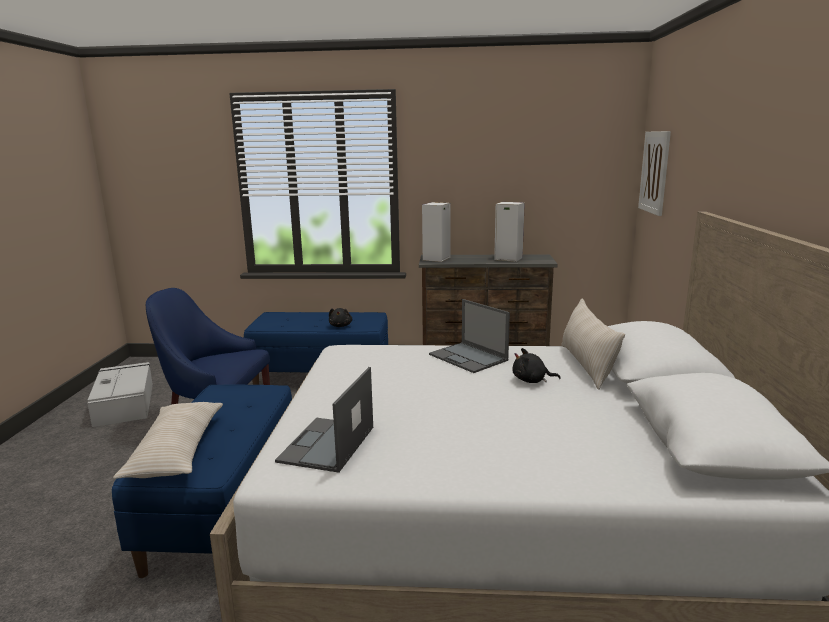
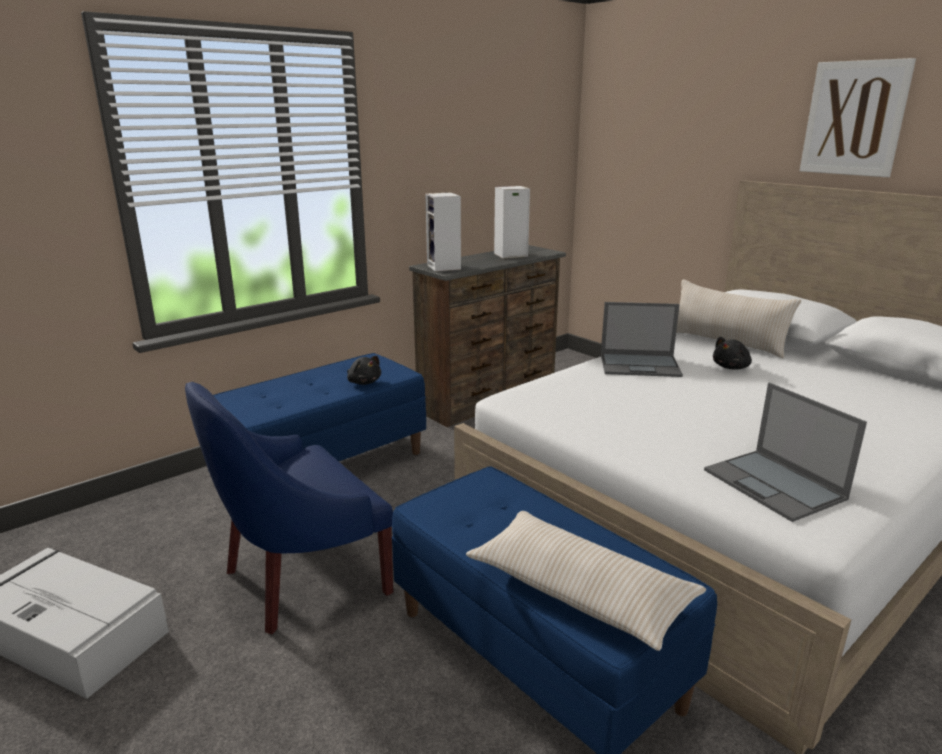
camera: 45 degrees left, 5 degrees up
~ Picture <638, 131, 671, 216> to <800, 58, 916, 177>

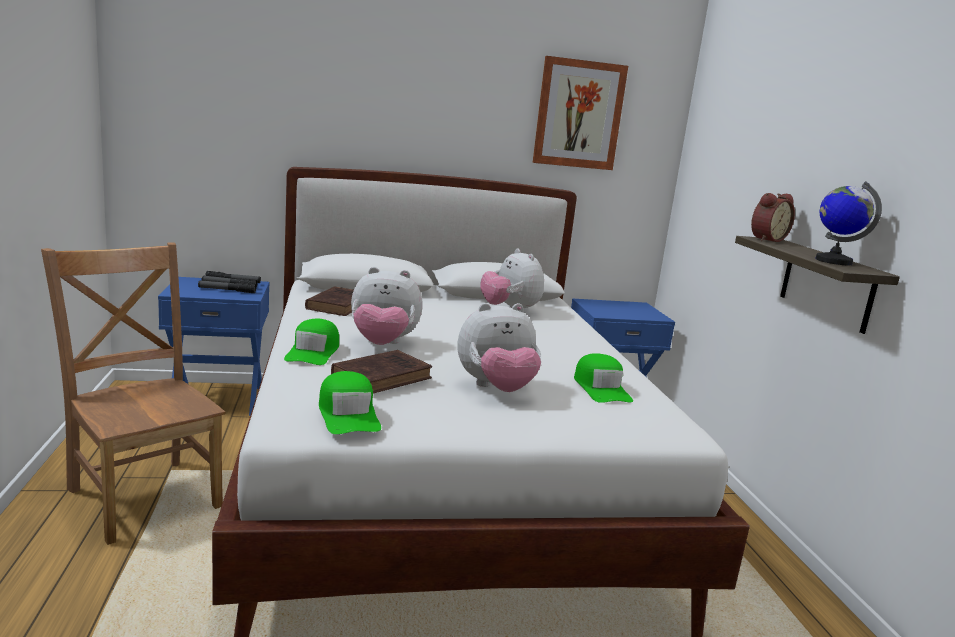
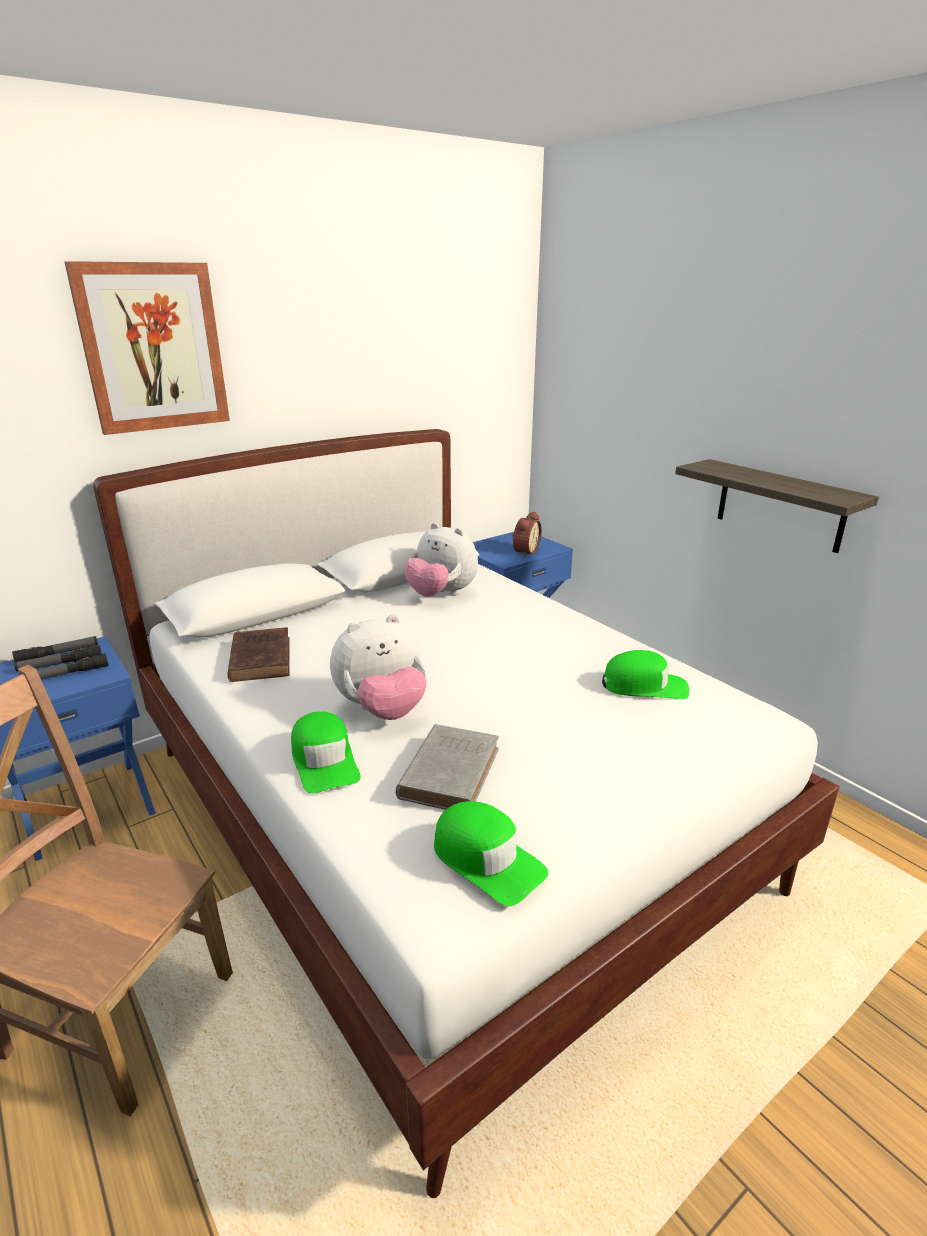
camera: 25 degrees left, 10 degrees up
~ Picture <533, 56, 628, 170> to <64, 261, 230, 435>
~ BrownBook <331, 350, 432, 393> to GreyBook <396, 724, 499, 810>
~ AlarmClock <751, 193, 795, 242> to <512, 512, 542, 557>
~ GreenCap <574, 353, 633, 403> = <602, 650, 689, 699> 45 degrees counterclockwise
- PlushToy <457, 303, 541, 392>
- Globe <816, 181, 882, 265>

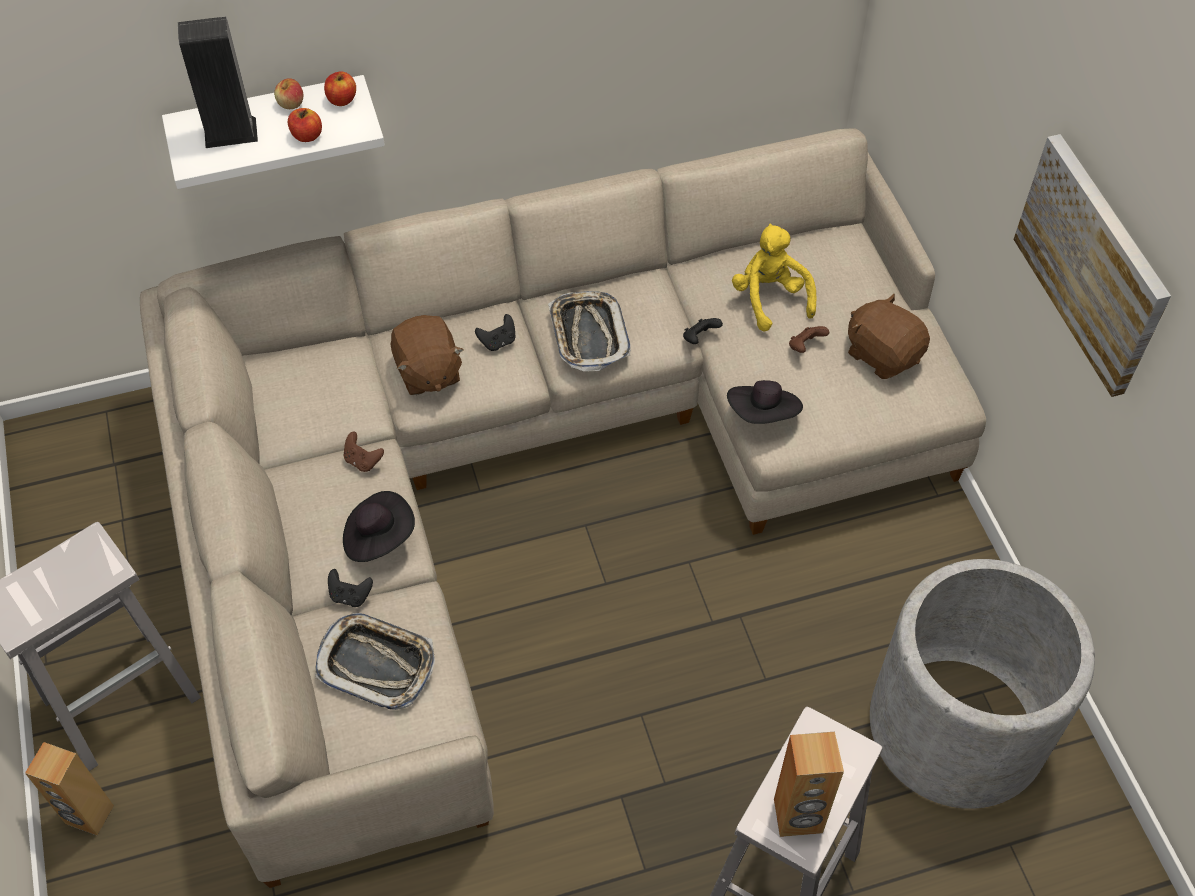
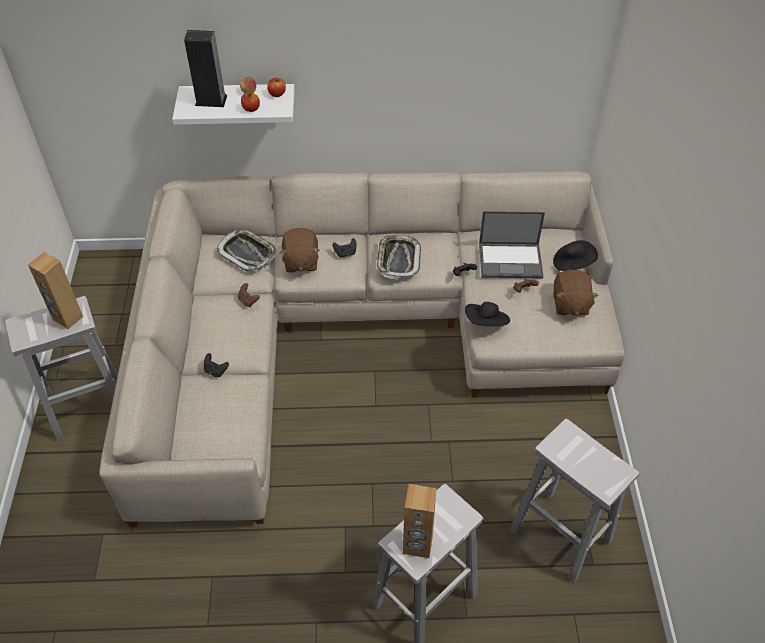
camera: 15 degrees right, 5 degrees down
~ BrownSpeaker <25, 742, 114, 835> to <28, 252, 83, 329>
~ Tray <315, 613, 435, 710> to <216, 229, 277, 272>
~ YellowPlushToy <732, 223, 816, 332> to Laptop <479, 211, 545, 279>
~ GreyPlanter <870, 559, 1095, 809> to WhiteStool <510, 419, 639, 584>
~ BlackHat <343, 491, 415, 562> to <553, 240, 598, 271>
~ BrownPlushToy <848, 294, 930, 379> = <554, 269, 599, 316> 150 degrees counterclockwise
- Picture <1013, 134, 1171, 397>

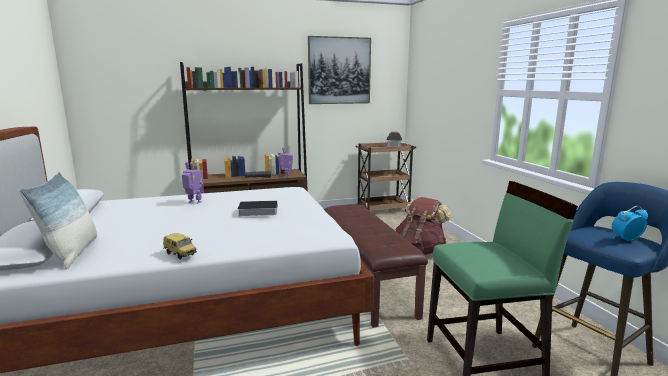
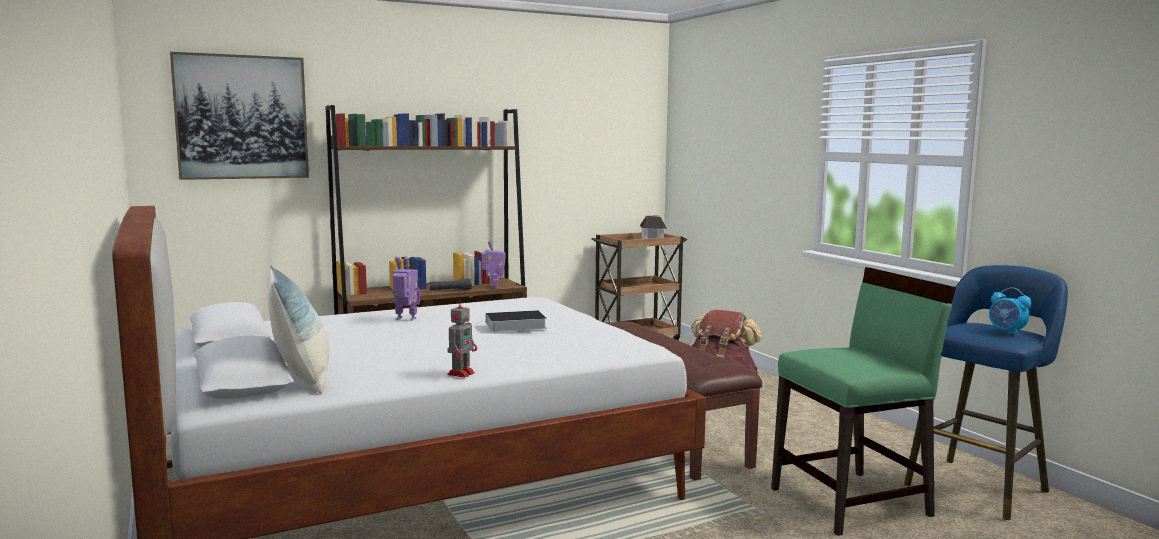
camera: 10 degrees left, 5 degrees down
~ Picture <308, 36, 371, 104> to <170, 52, 309, 180>
~ ToyCar <163, 233, 197, 260> to ToyRobot <447, 299, 477, 378>
~ AlarmClock <612, 206, 648, 241> = <989, 287, 1032, 336> 105 degrees counterclockwise

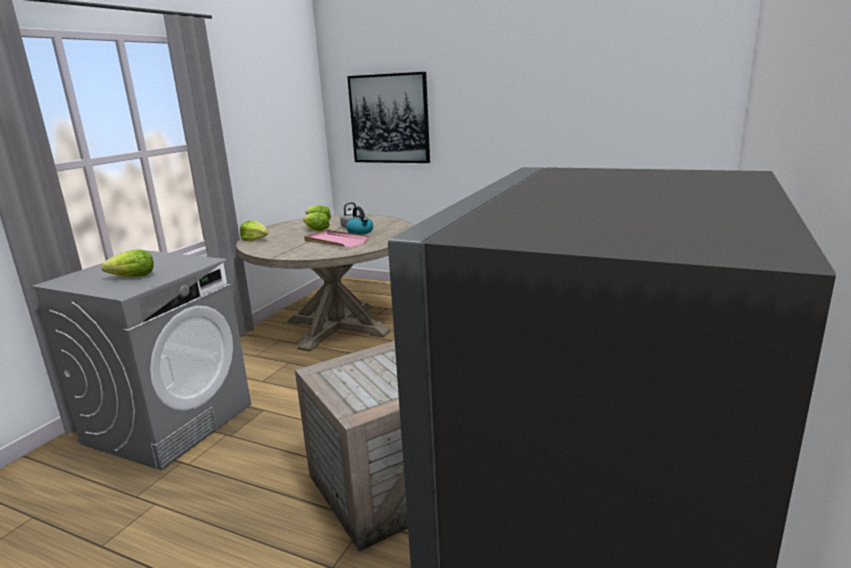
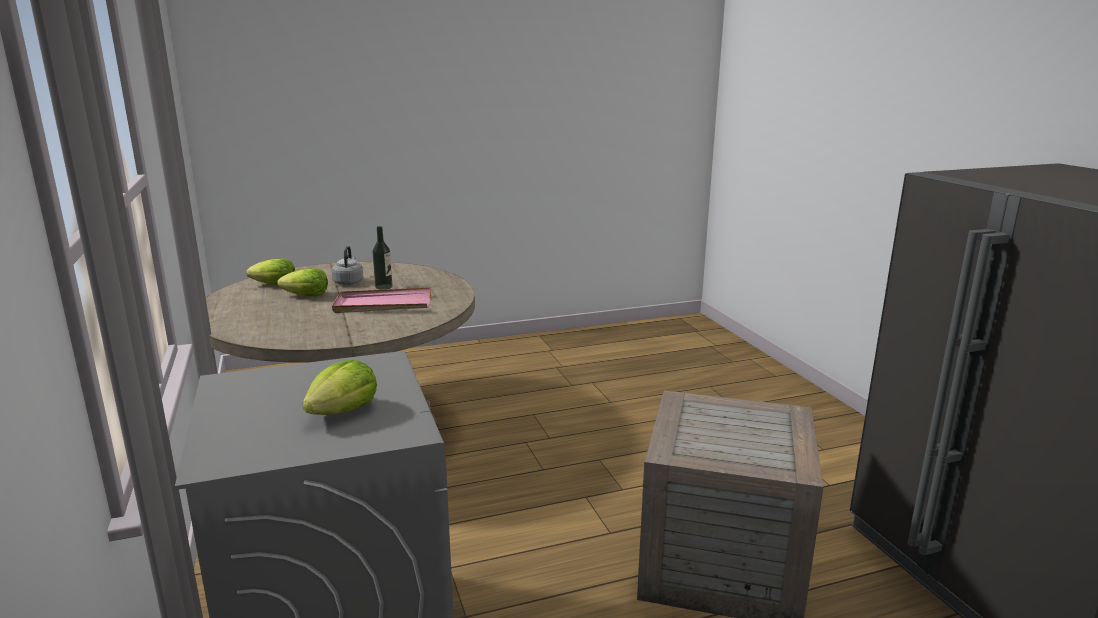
camera: 45 degrees left, 0 degrees up
~ Kettle <346, 206, 373, 235> to Bottle <373, 226, 392, 290>
- Lettuce <240, 221, 269, 241>
- Picture <347, 72, 430, 163>

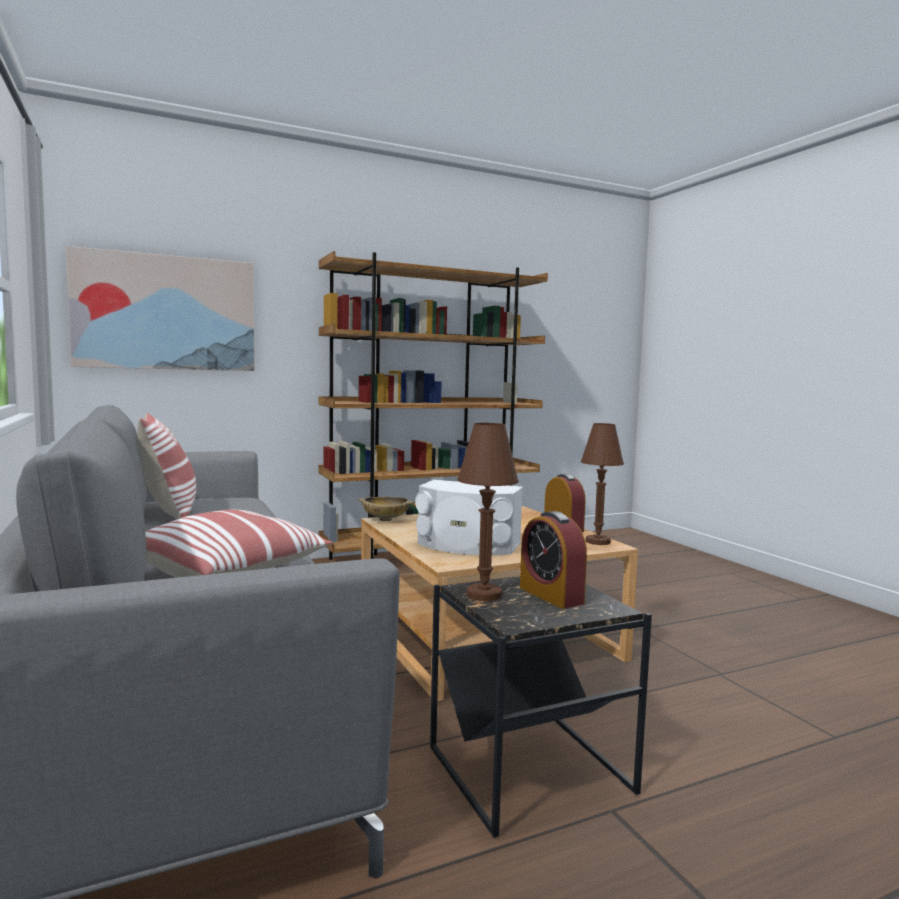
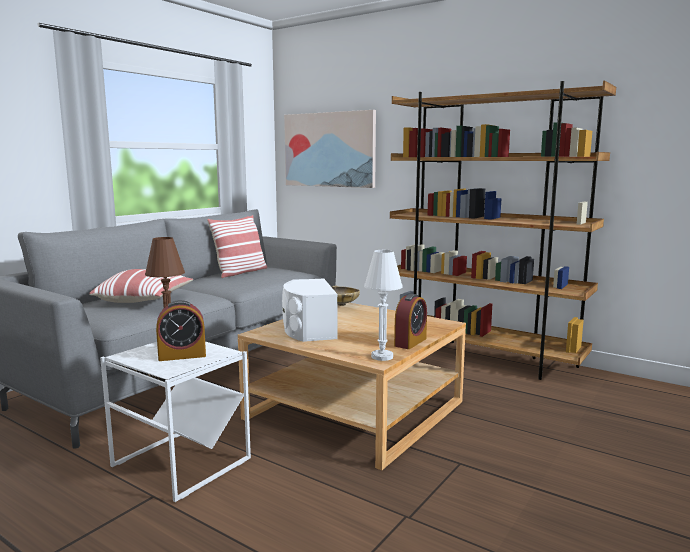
camera: 60 degrees right, 5 degrees up
~ BlackSideTable <430, 576, 652, 838> to WhiteSideTable <100, 342, 251, 502>
~ AlarmClock <520, 511, 587, 609> = <156, 300, 206, 361> 135 degrees counterclockwise
~ BrownTableLamp <581, 423, 624, 545> to WhiteTableLamp <364, 250, 403, 361>

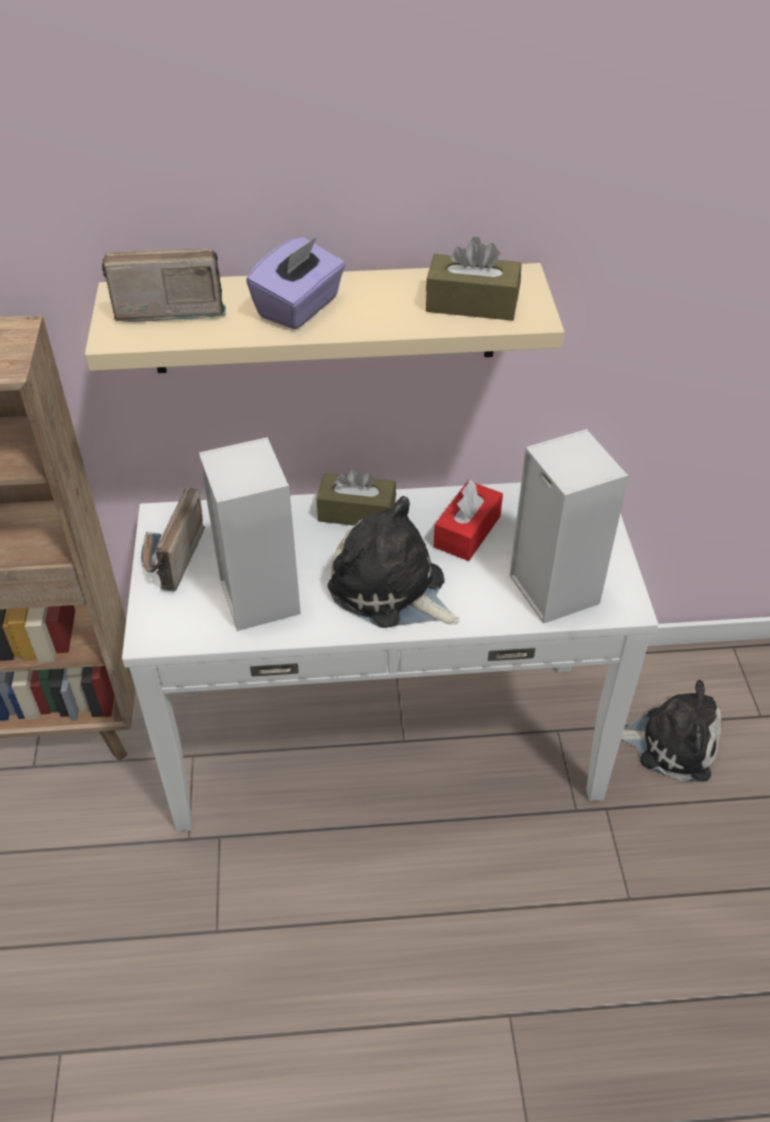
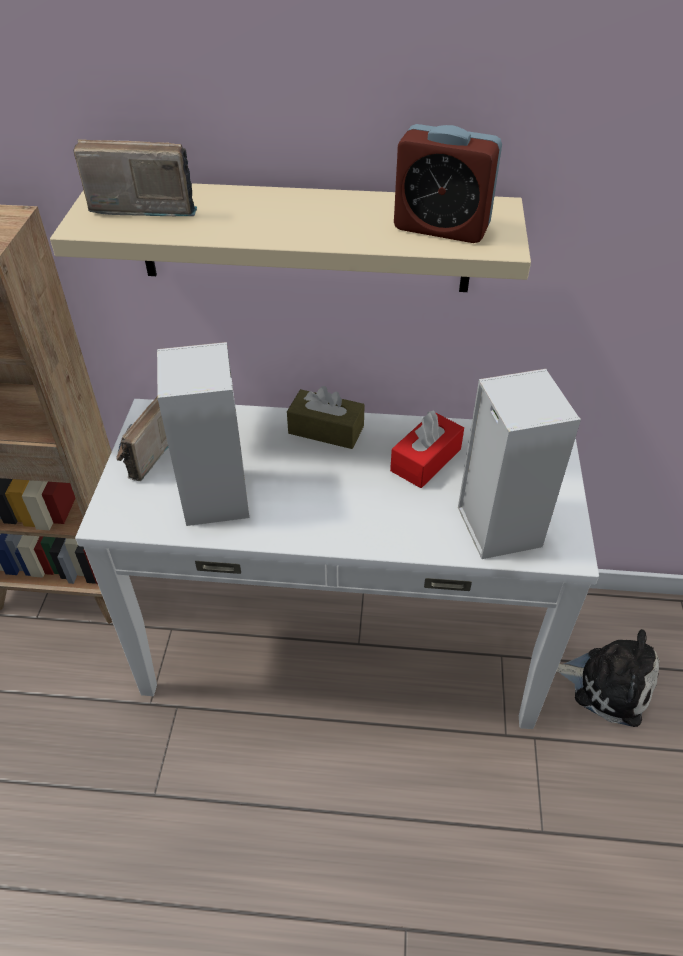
camera: 10 degrees right, 0 degrees up
~ BrownTissueBox <426, 237, 521, 321> to AlarmClock <394, 124, 502, 243>
- PurpleTissueBox <246, 237, 346, 329>
- PlushToy <327, 496, 460, 628>

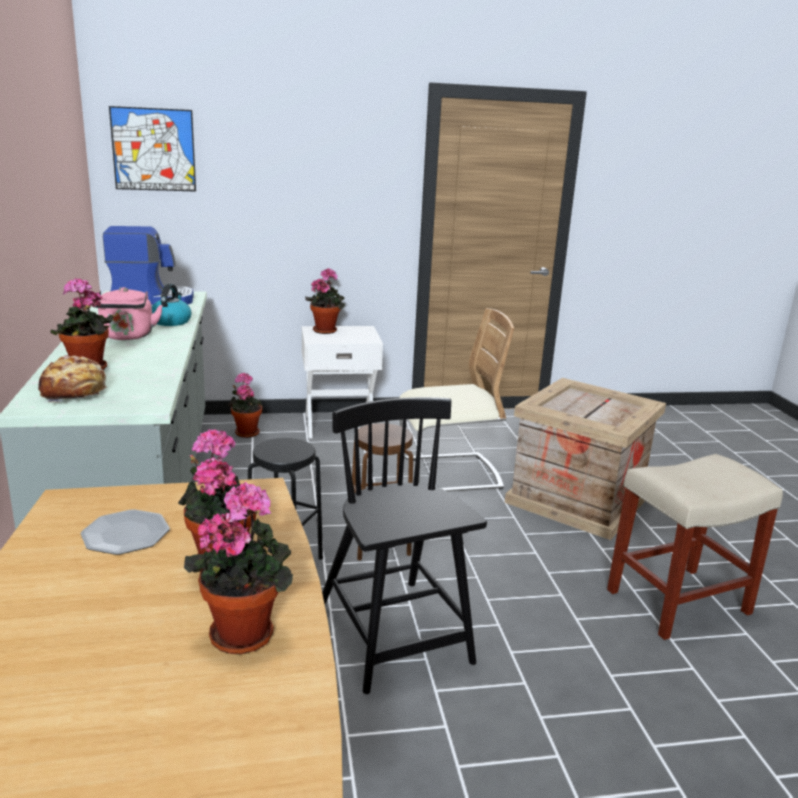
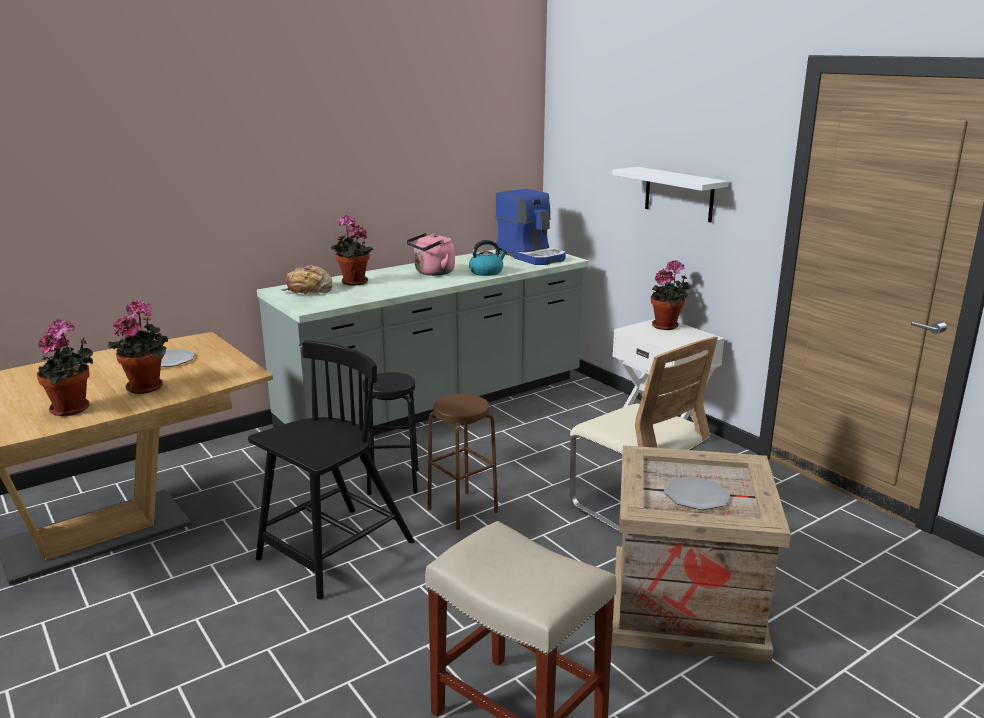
camera: 65 degrees right, 0 degrees up
+ WhiteShelf <612, 167, 729, 223>
+ Plate <664, 476, 730, 510>
- Picture <109, 106, 196, 192>
- PottedPlant <228, 373, 262, 438>

